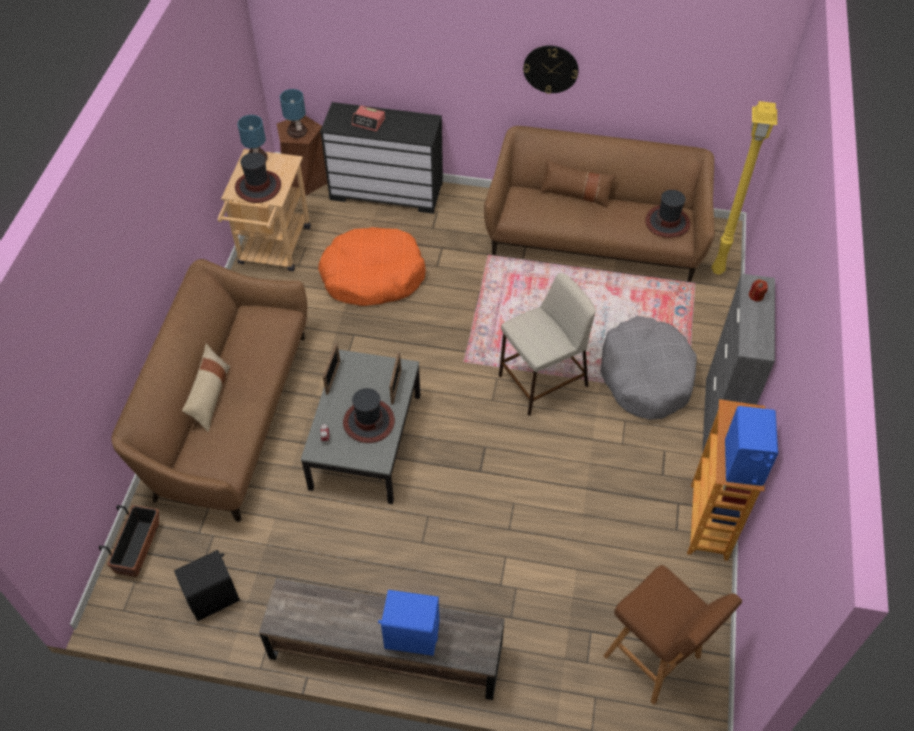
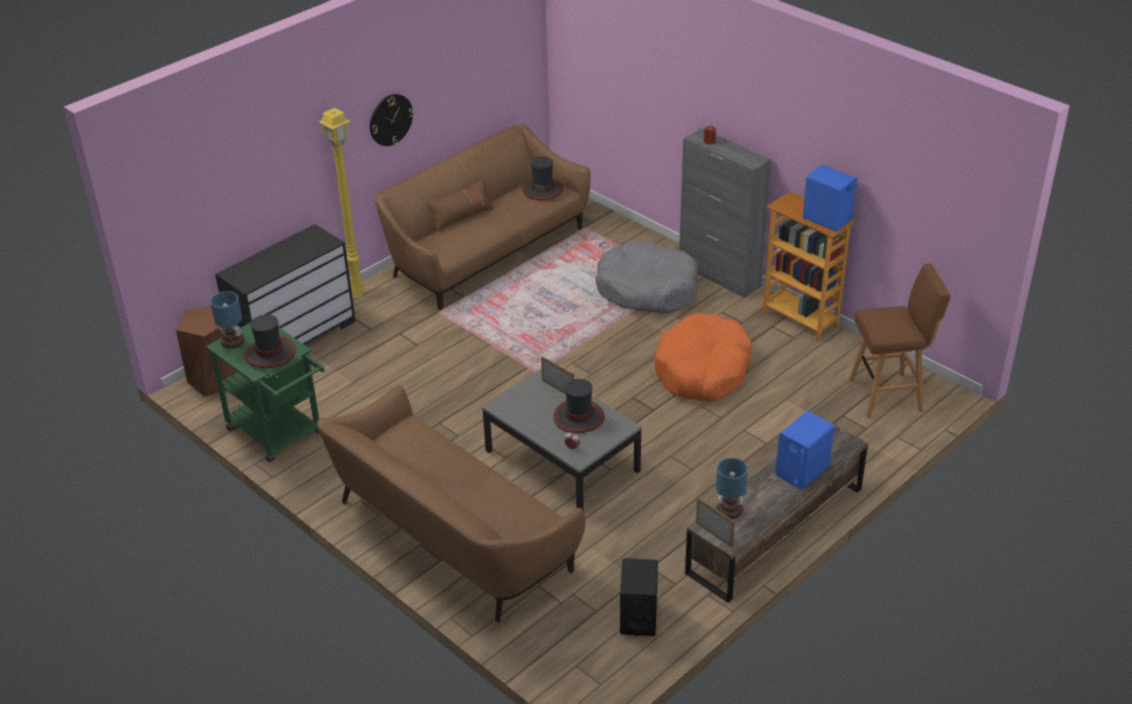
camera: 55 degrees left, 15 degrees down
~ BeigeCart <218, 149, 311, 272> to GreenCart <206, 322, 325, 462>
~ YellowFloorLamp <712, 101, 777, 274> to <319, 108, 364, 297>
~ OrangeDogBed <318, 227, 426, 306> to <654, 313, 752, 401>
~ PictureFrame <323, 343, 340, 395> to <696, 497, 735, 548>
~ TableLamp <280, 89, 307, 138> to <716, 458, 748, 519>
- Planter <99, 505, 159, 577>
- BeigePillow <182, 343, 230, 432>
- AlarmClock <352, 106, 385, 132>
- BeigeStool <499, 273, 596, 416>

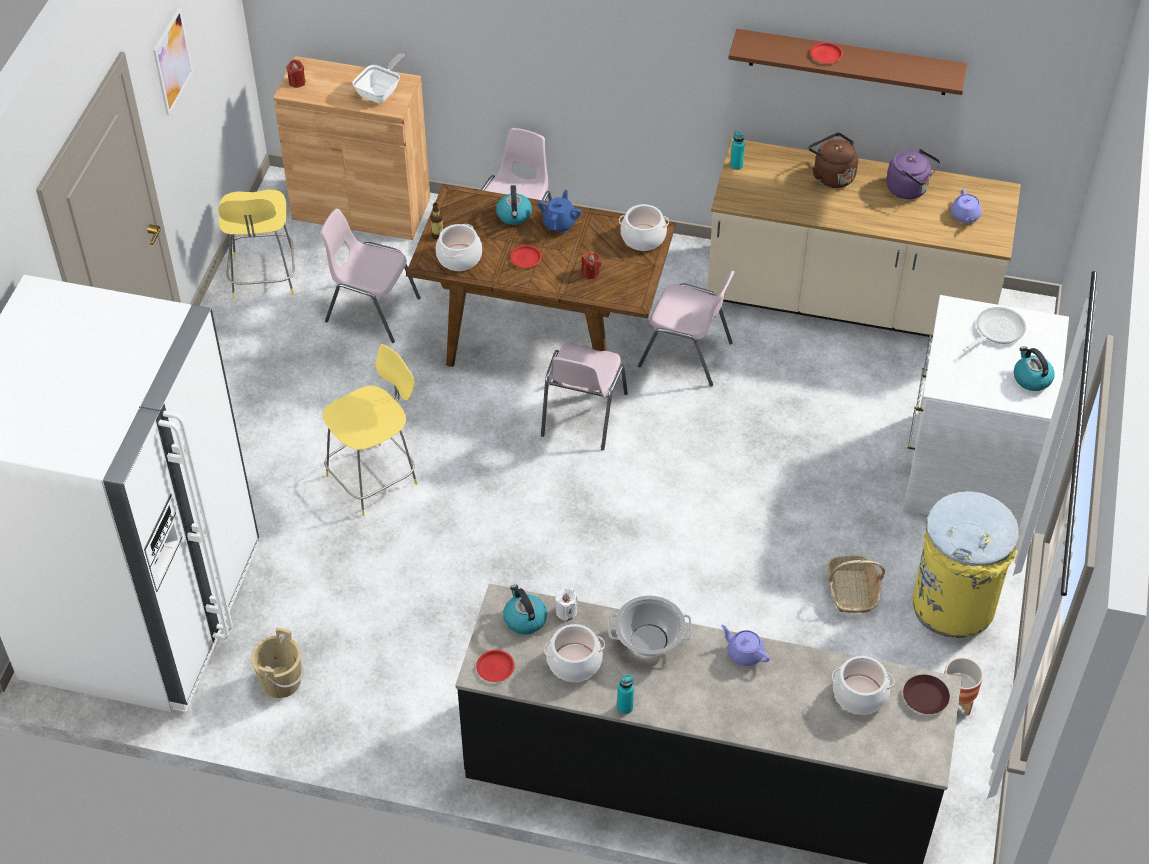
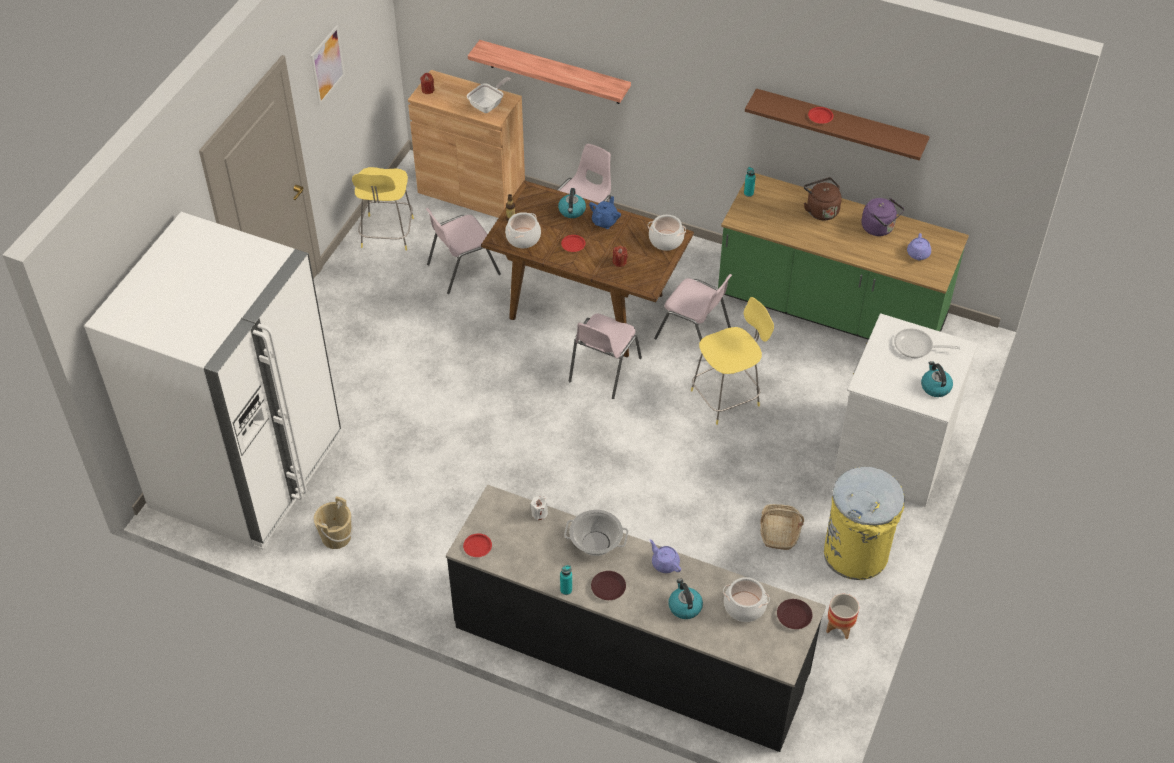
camera: 10 degrees right, 0 degrees up
~ PinkChair <320, 209, 421, 343> = <426, 208, 501, 294> 60 degrees counterclockwise
+ Shelf <468, 40, 631, 104>
+ BrownPlate <591, 571, 626, 600>
~ Kettle <503, 584, 547, 635> to <668, 579, 703, 619>
~ YellowStool <323, 344, 418, 516> to <691, 297, 774, 425>
~ BeigeCounter <707, 138, 1021, 338> to GreenCounter <718, 173, 969, 340>
~ FryingPan <963, 307, 1026, 352> = <894, 328, 960, 358> 135 degrees counterclockwise
- CookingPot <544, 624, 605, 682>

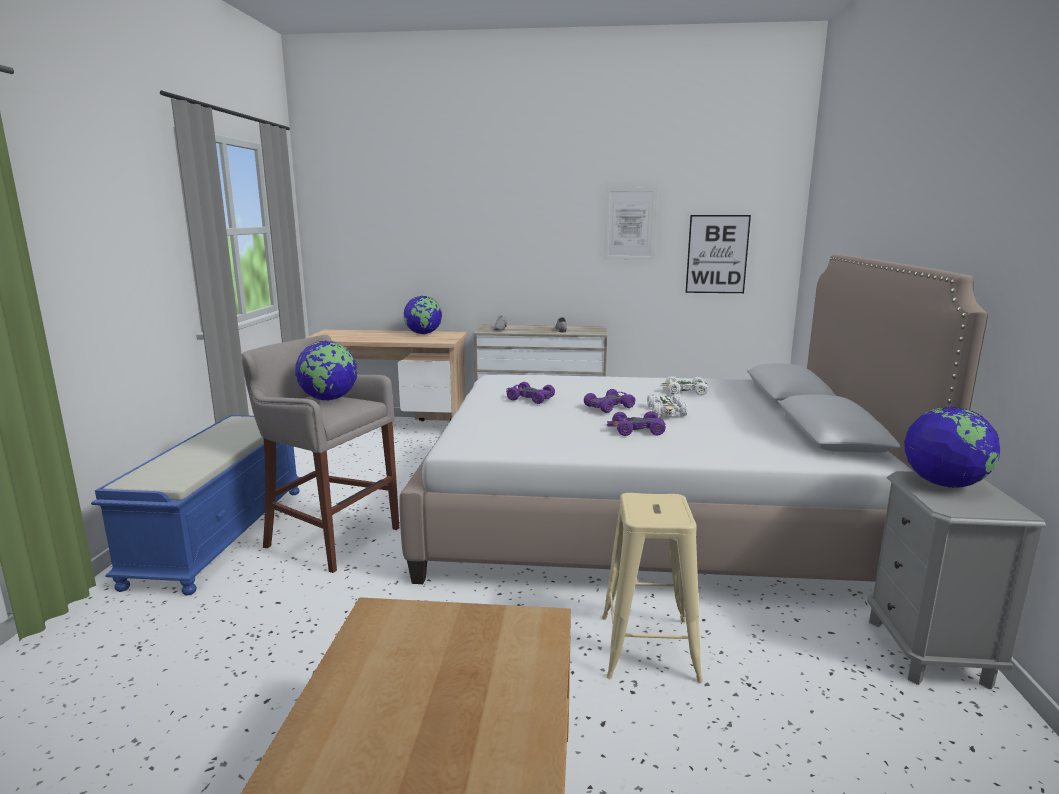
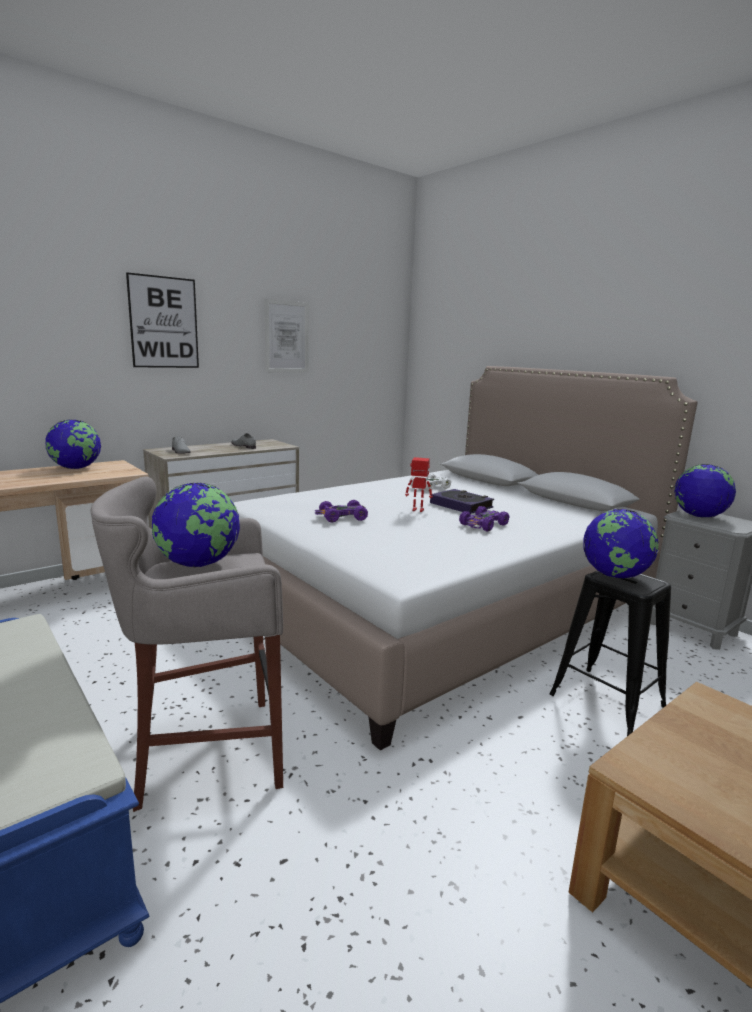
camera: 45 degrees left, 0 degrees up
~ Picture <685, 215, 751, 293> to <126, 272, 199, 368>
~ PurpleToyCar <584, 389, 636, 413> to ToyRobot <405, 457, 433, 512>
~ WhiteToyCar <647, 394, 688, 416> to Book <430, 489, 494, 514>
~ BeigeStool <602, 493, 703, 683> to BlackStool <550, 571, 671, 736>
+ Globe <583, 509, 658, 579>

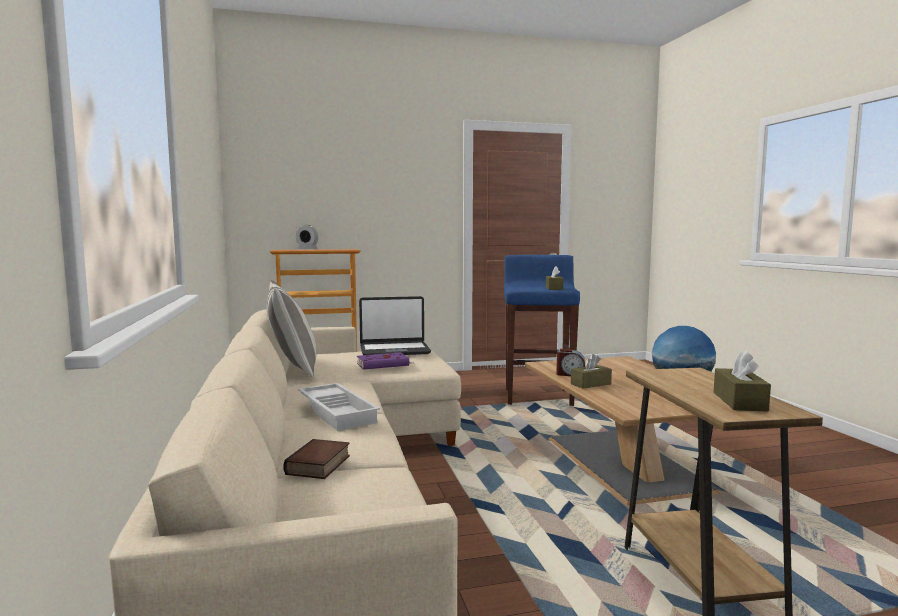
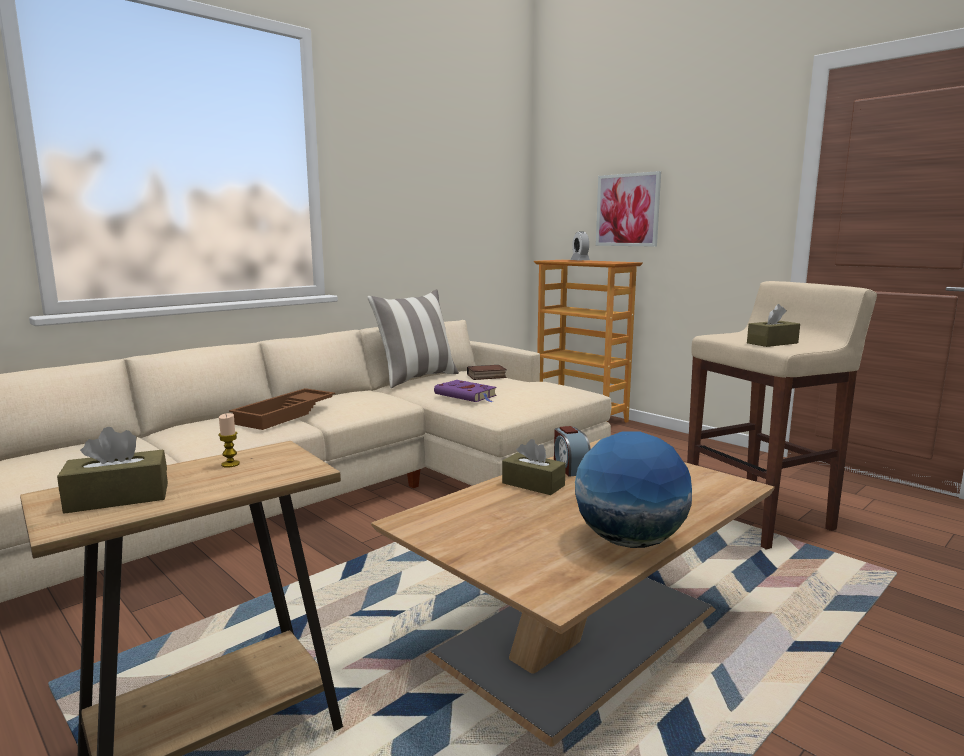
camera: 60 degrees right, 5 degrees up
+ Candle <219, 413, 240, 468>
~ WhiteTray <298, 383, 380, 431> to BrownTray <229, 388, 335, 430>
~ Book <283, 439, 350, 479> to <467, 365, 507, 380>
+ Picture <596, 171, 661, 247>
~ BlueStool <504, 255, 580, 406> to BeigeStool <687, 281, 877, 550>
- Laptop <359, 296, 431, 355>

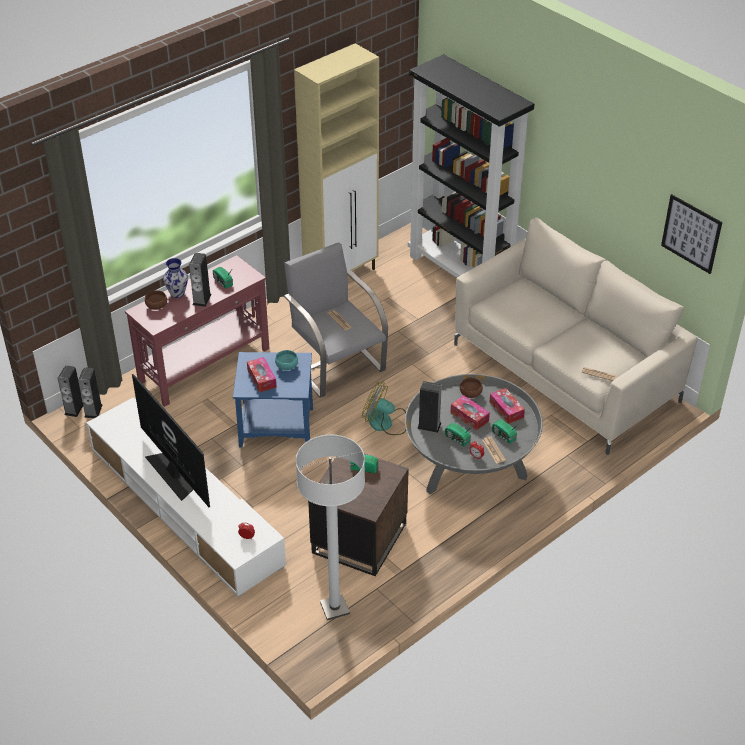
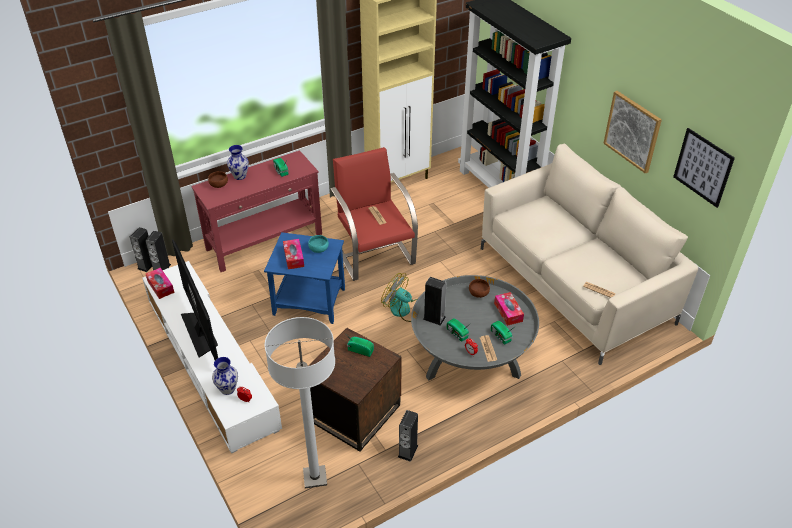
camera: 10 degrees right, 0 degrees up
~ TissueBox <451, 395, 490, 430> to <146, 268, 174, 299>
+ Vase <212, 357, 238, 395>
~ GreyArmchair <284, 242, 388, 398> to RedArmchair <331, 147, 418, 281>
~ Speaker <189, 253, 212, 307> to <398, 410, 418, 462>
+ Picture <604, 91, 662, 173>

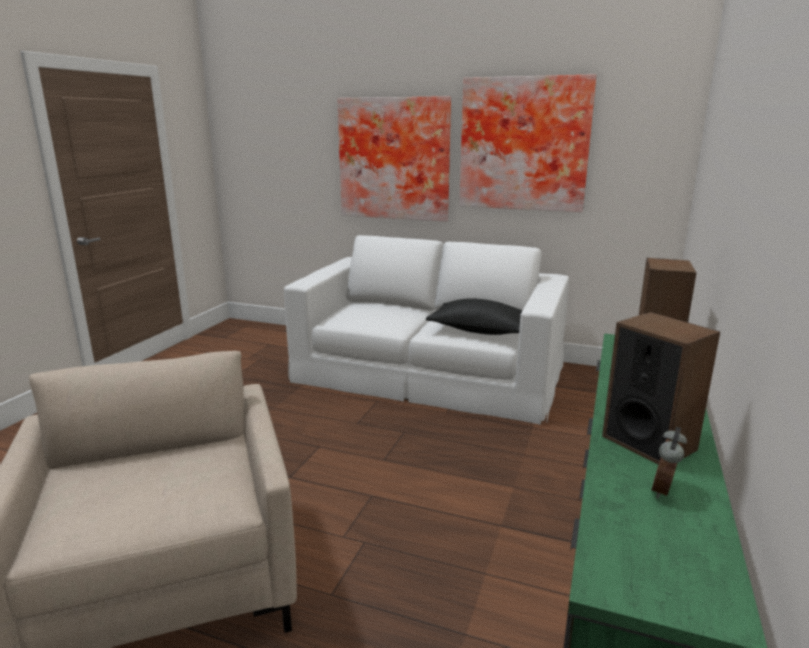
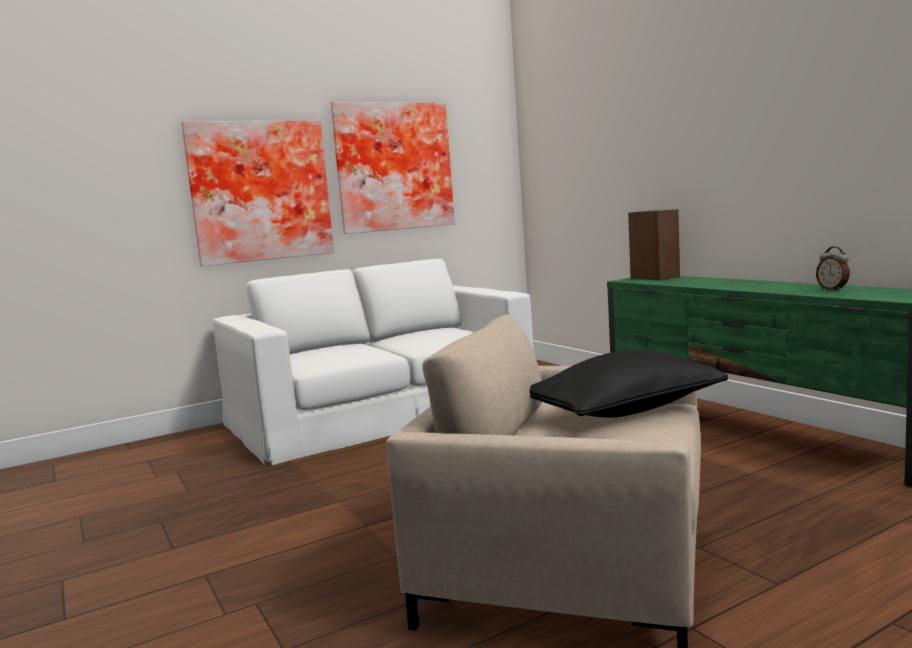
camera: 50 degrees left, 10 degrees down
~ BlackPillow <426, 298, 523, 335> to <530, 349, 728, 417>
- Speaker <602, 312, 720, 465>

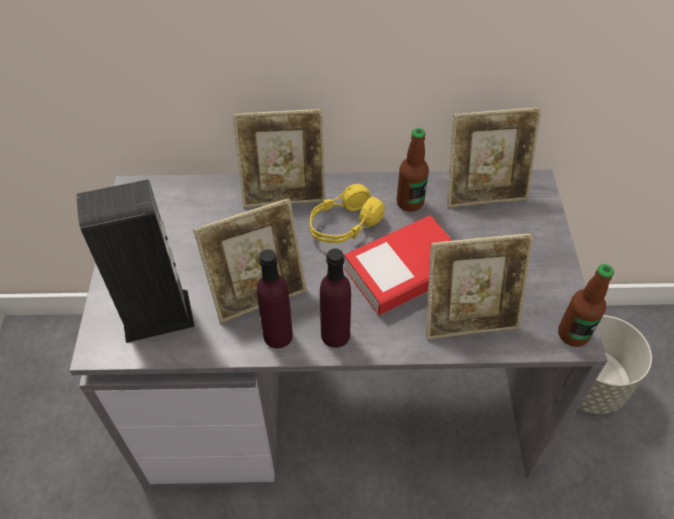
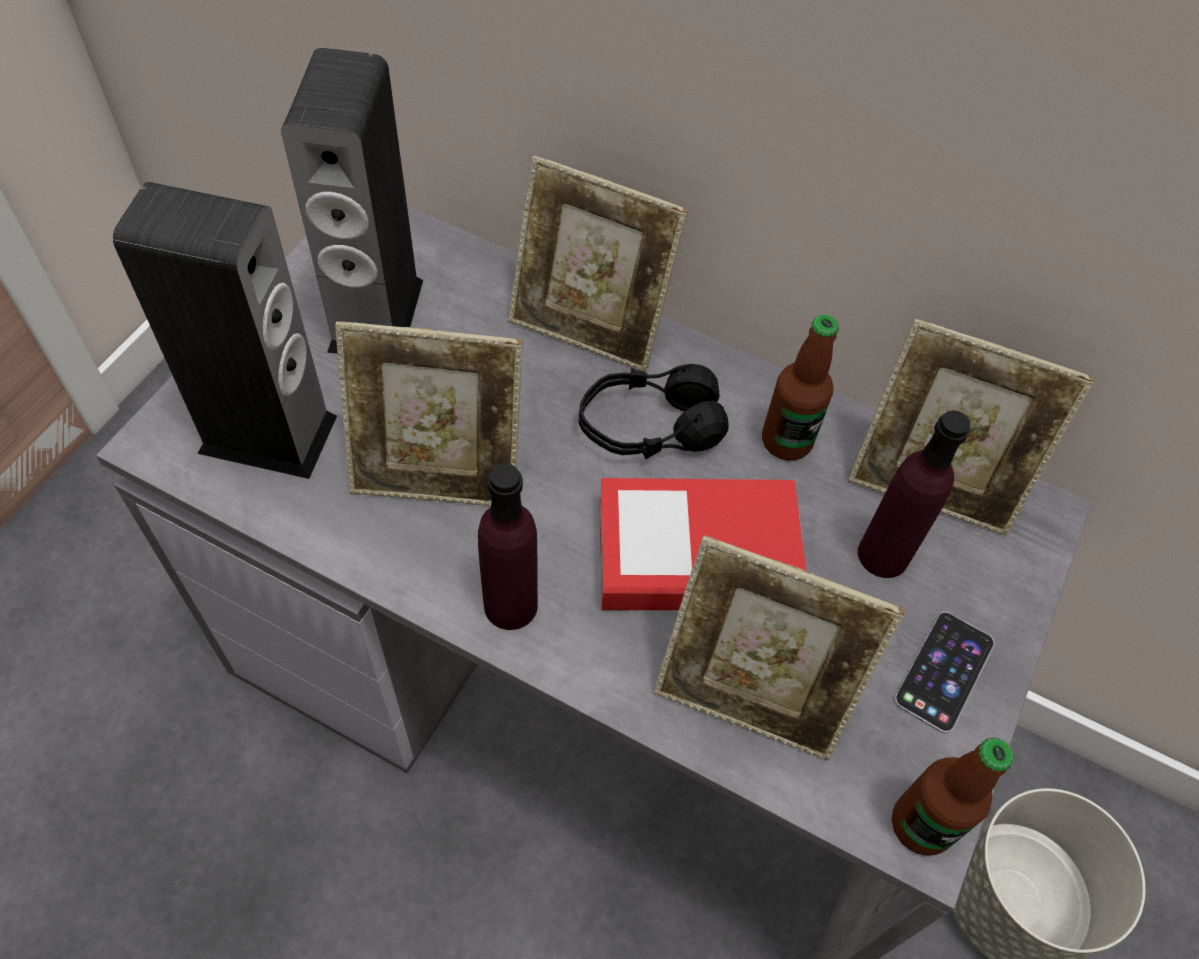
camera: 25 degrees right, 5 degrees up
+ Speaker <281, 48, 423, 354>
~ YellowHeadphones <310, 184, 385, 243> to BlackHeadphones <578, 364, 729, 460>
~ PurpleBottle <257, 249, 293, 348> to <858, 410, 970, 578>
+ Phone <894, 612, 995, 733>

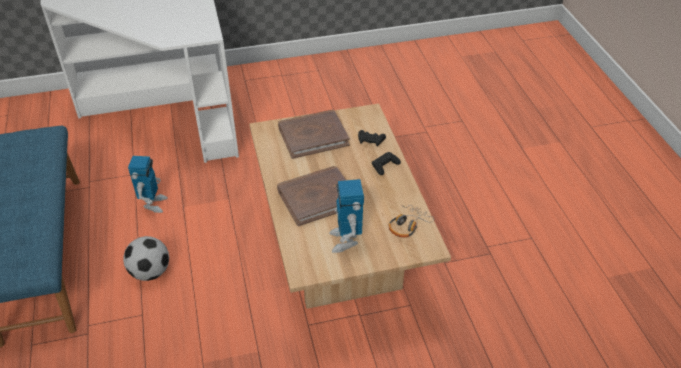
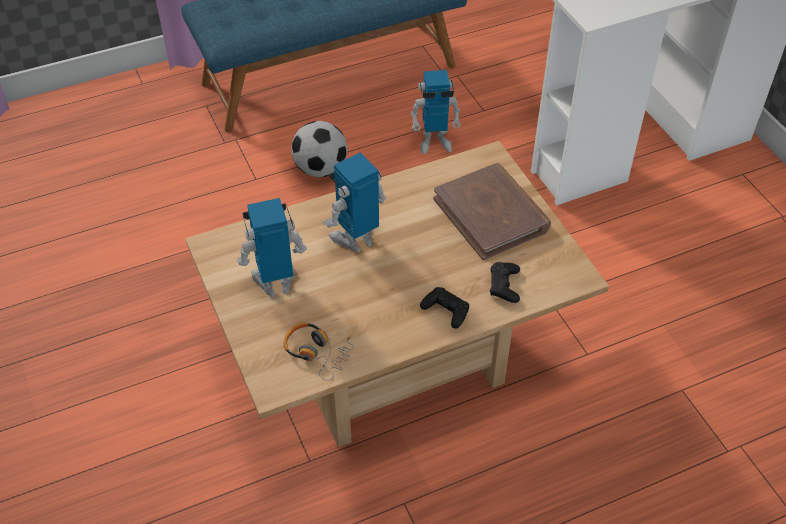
camera: 80 degrees right, 5 degrees up
~ BrownBook <277, 166, 346, 226> to ToyRobot <323, 152, 386, 252>

